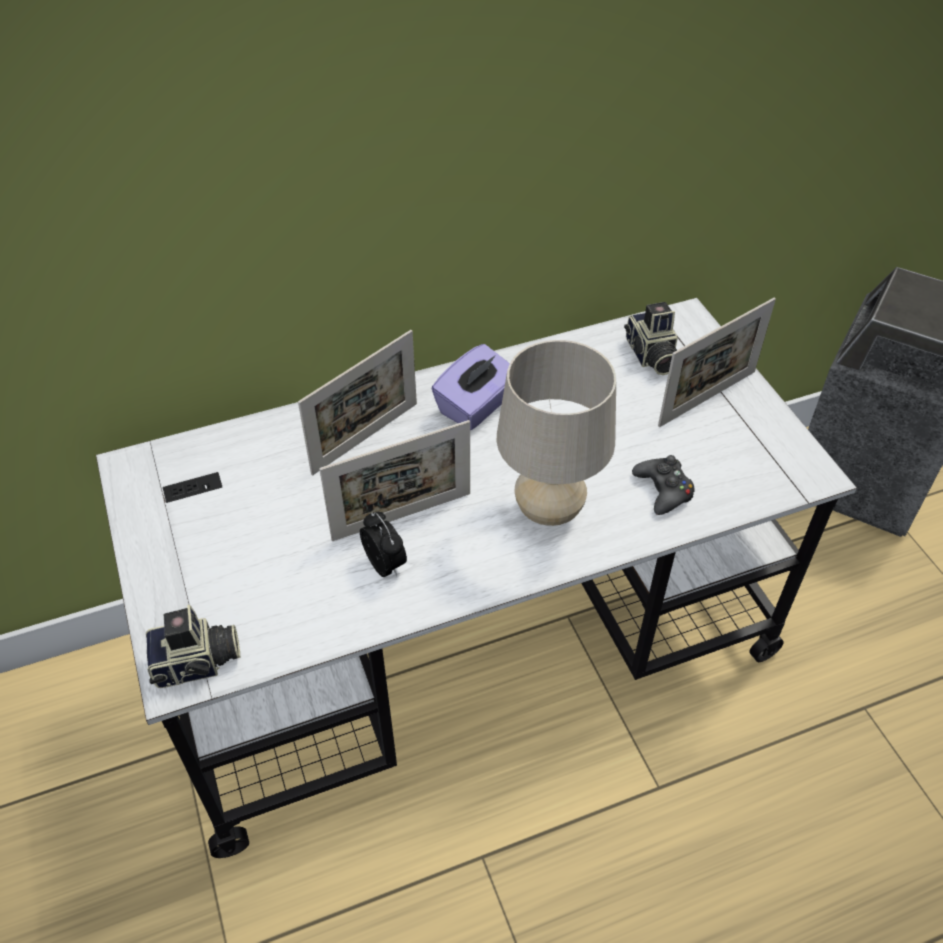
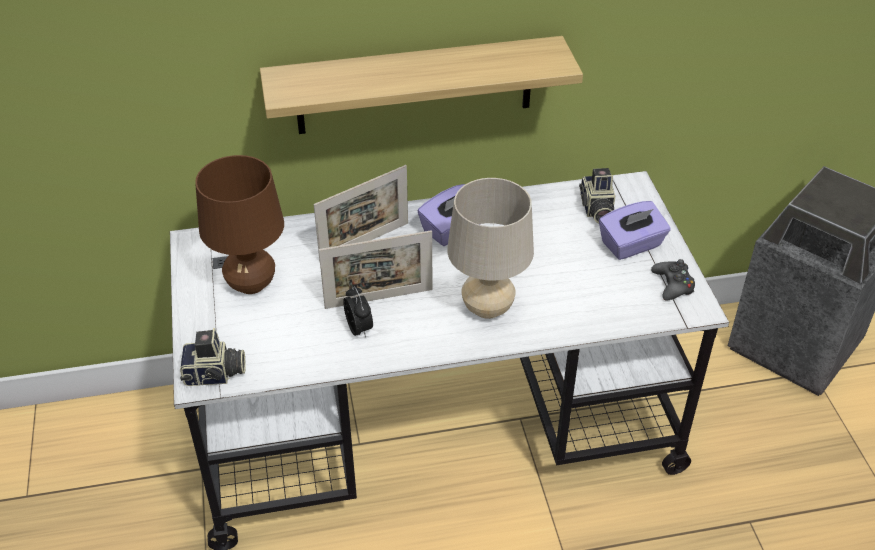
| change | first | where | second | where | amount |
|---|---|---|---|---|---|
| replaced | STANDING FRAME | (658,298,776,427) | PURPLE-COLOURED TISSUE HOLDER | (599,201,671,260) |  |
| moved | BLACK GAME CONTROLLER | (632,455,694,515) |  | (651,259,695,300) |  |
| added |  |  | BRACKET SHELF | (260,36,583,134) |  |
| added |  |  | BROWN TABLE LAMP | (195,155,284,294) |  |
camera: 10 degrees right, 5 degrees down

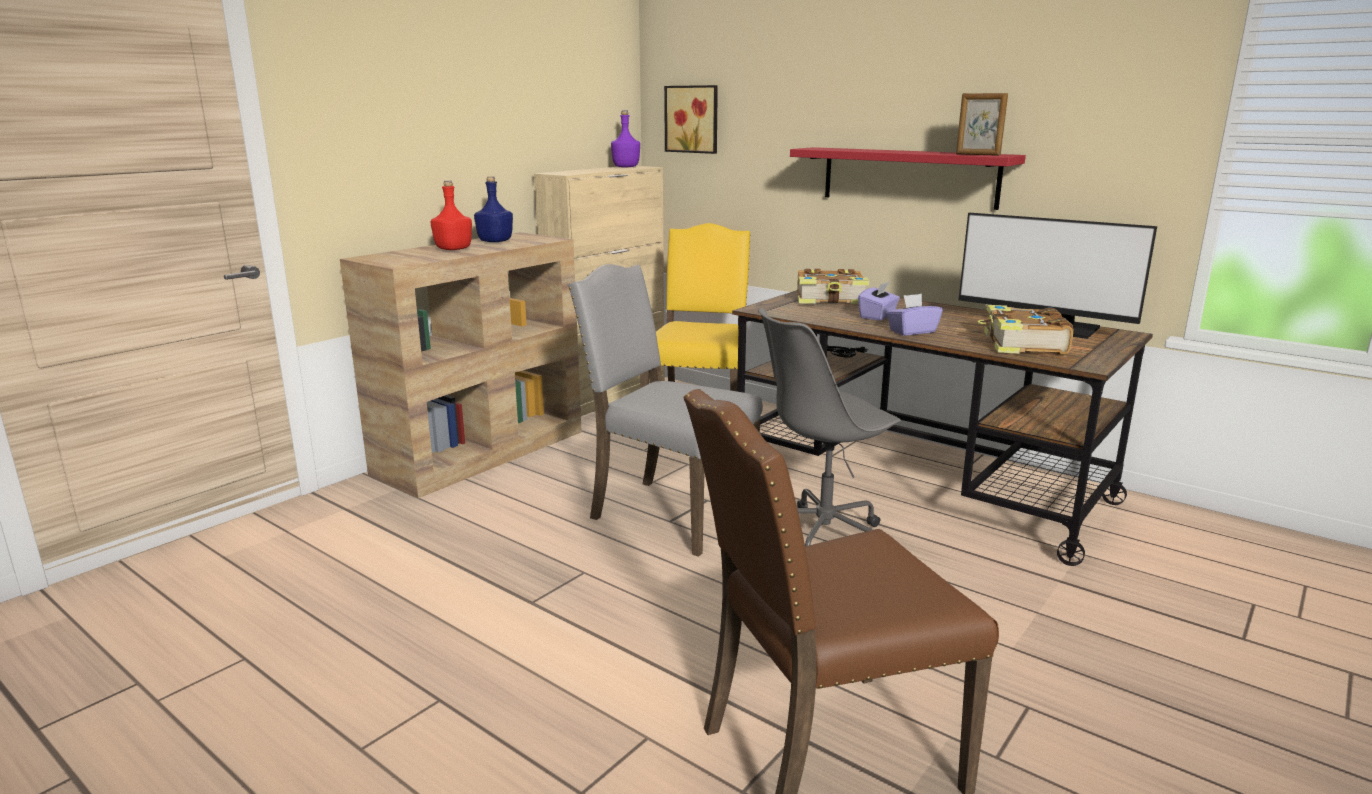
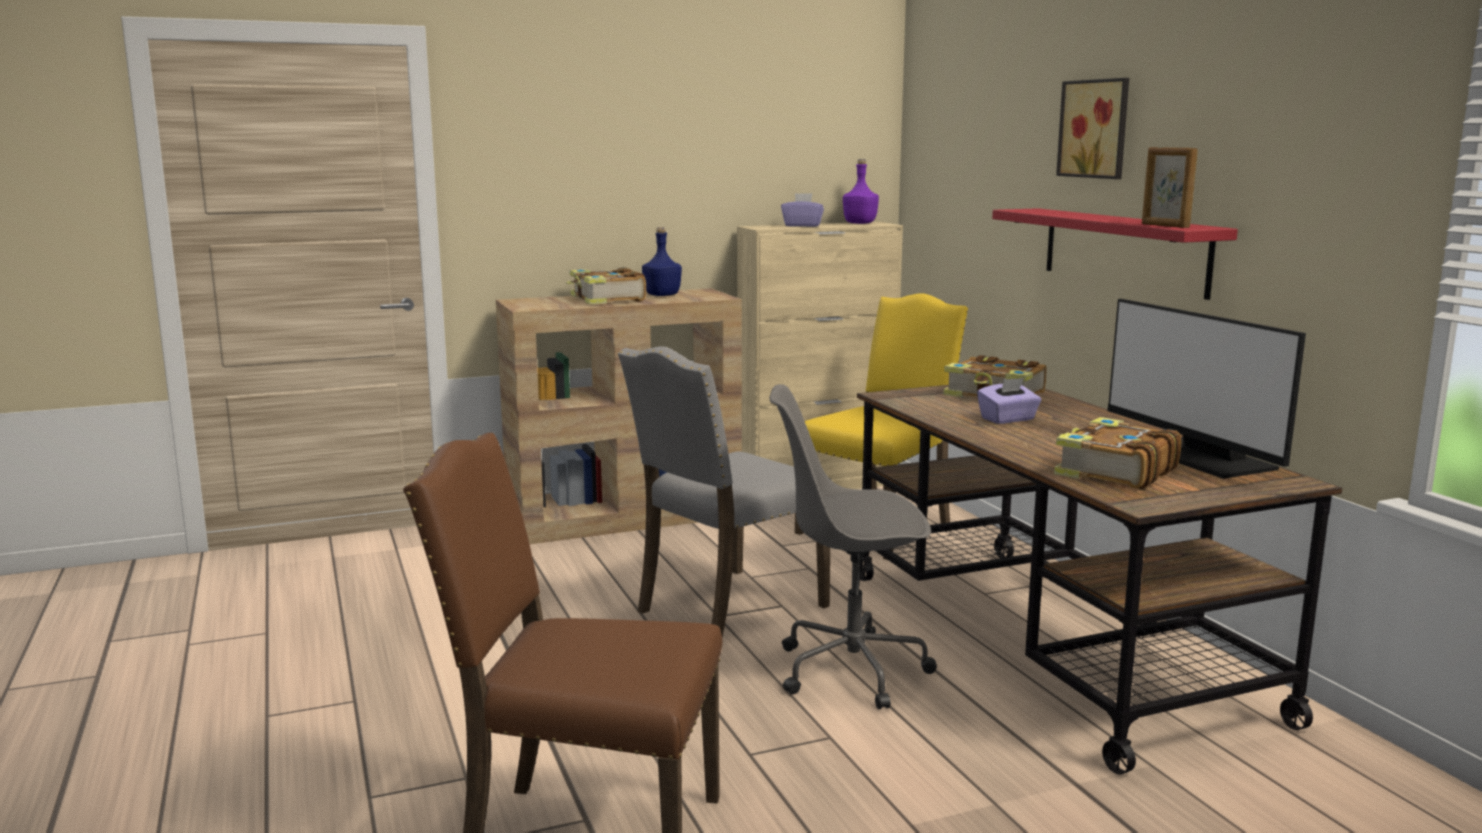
| change | first | where | second | where | amount |
|---|---|---|---|---|---|
| moved | WALL ART | (664,85,718,154) |  | (1056,78,1129,179) |  |
| replaced | RED-COLOURED BEVERAGE BOTTLE | (430,180,472,250) | BOOK | (566,267,646,304) |  |
| turned | GRAY UPRIGHT CHAIR | (568,264,763,556) |  | (618,346,832,638) | 105 degrees counterclockwise |
| moved | PURPLE-COLOURED TISSUE HOLDER | (886,294,943,336) |  | (781,193,824,227) |  |
camera: 30 degrees right, 5 degrees down

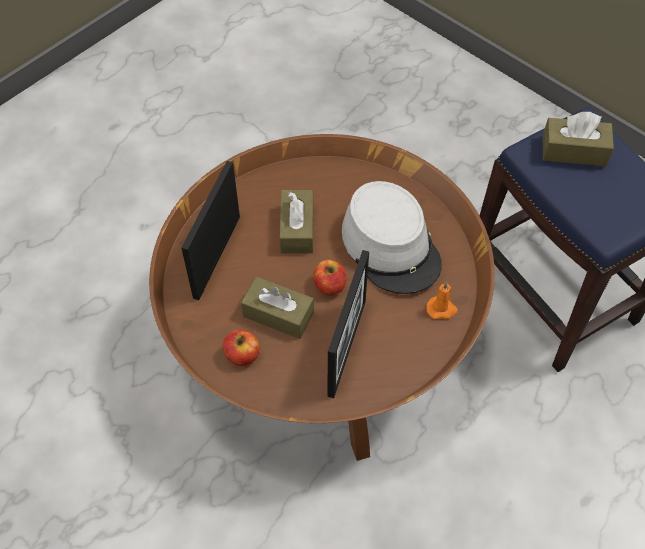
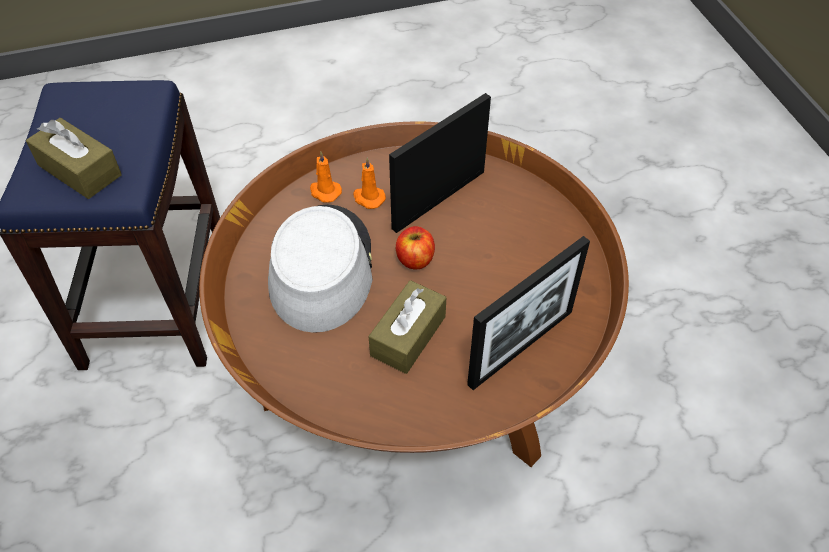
| change | first | where | second | where | amount |
|---|---|---|---|---|---|
| removed | BROWN TISSUE HOLDER | (241,276,314,339) |  |  |  |
| removed | WHOLE APPLE | (223,330,260,366) |  |  |  |
| added |  |  | ORANGEY CANDLE | (353,158,386,209) |  |
camera: 150 degrees left, 5 degrees down

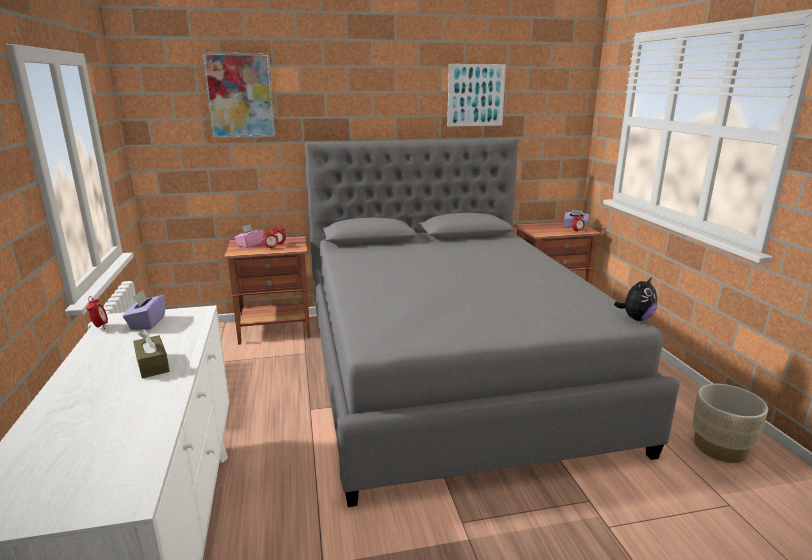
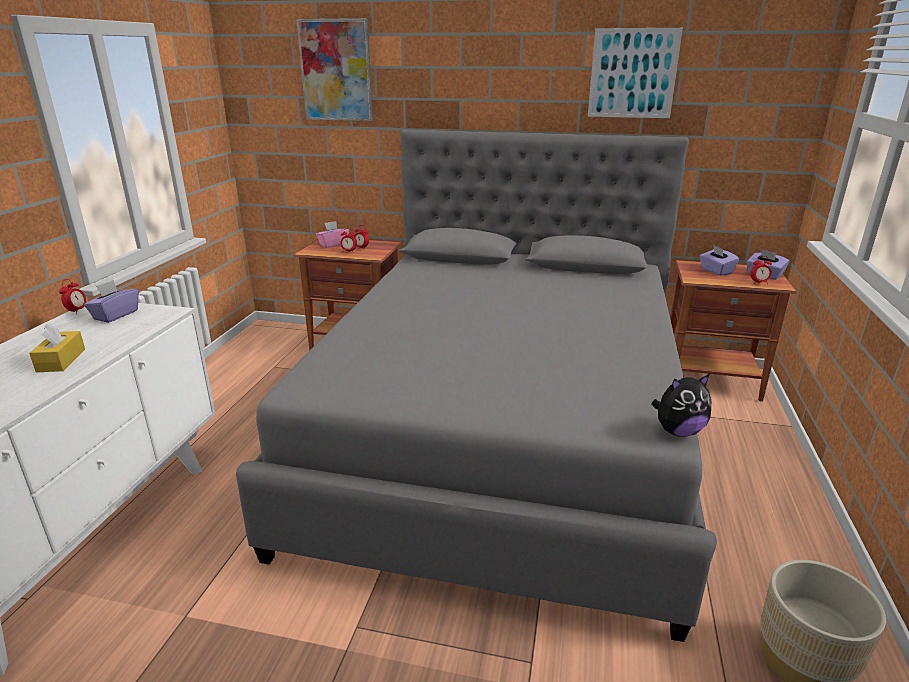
| change | first | where | second | where | amount |
|---|---|---|---|---|---|
| recoloured | BROWN TISSUE HOLDER | (133,329,170,378) | YELLOW-COLOURED TISSUE HOLDER | (29,322,85,372) |  |
| added |  |  | PURPLE-COLOURED TISSUE HOLDER | (699,245,739,276) |  |
camera: 25 degrees right, 5 degrees up

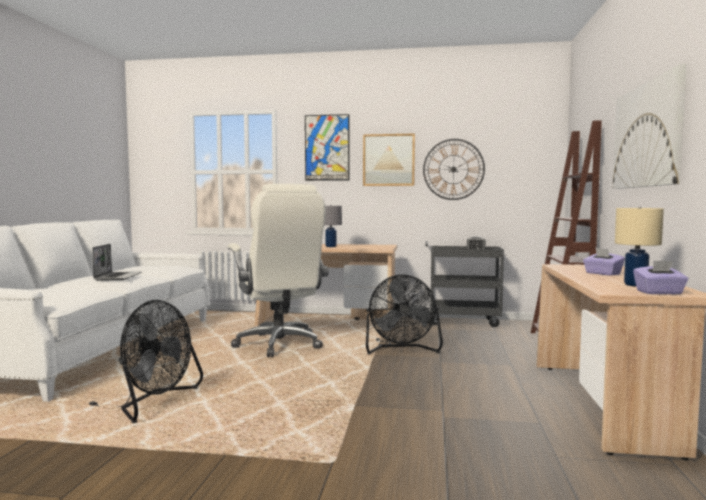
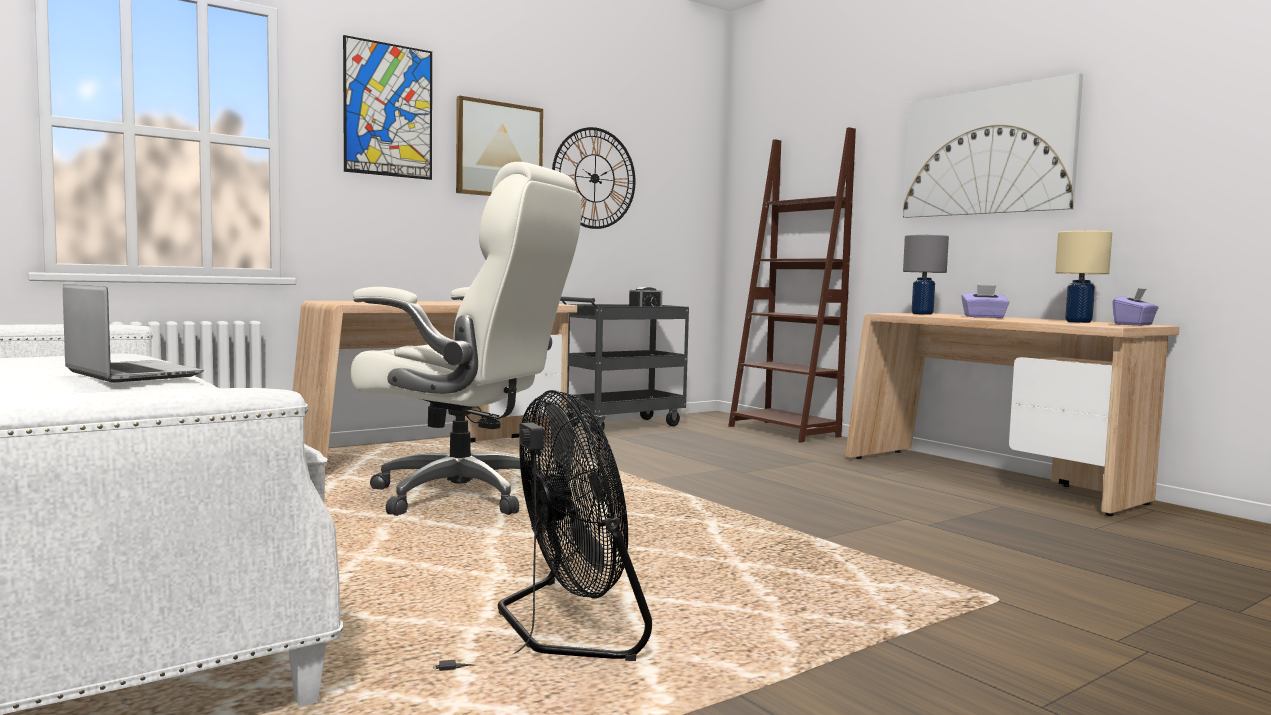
| change | first | where | second | where | amount |
|---|---|---|---|---|---|
| moved | GRAY TABLE LAMP | (324,205,342,247) |  | (903,234,949,315) |  |
| removed | BLACK ELECTRIC FAN | (366,275,443,355) |  |  |  |
camera: 45 degrees left, 0 degrees up

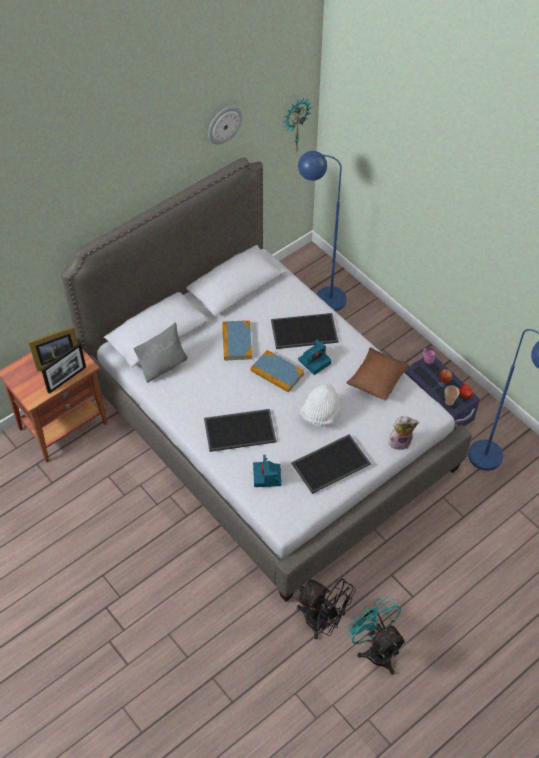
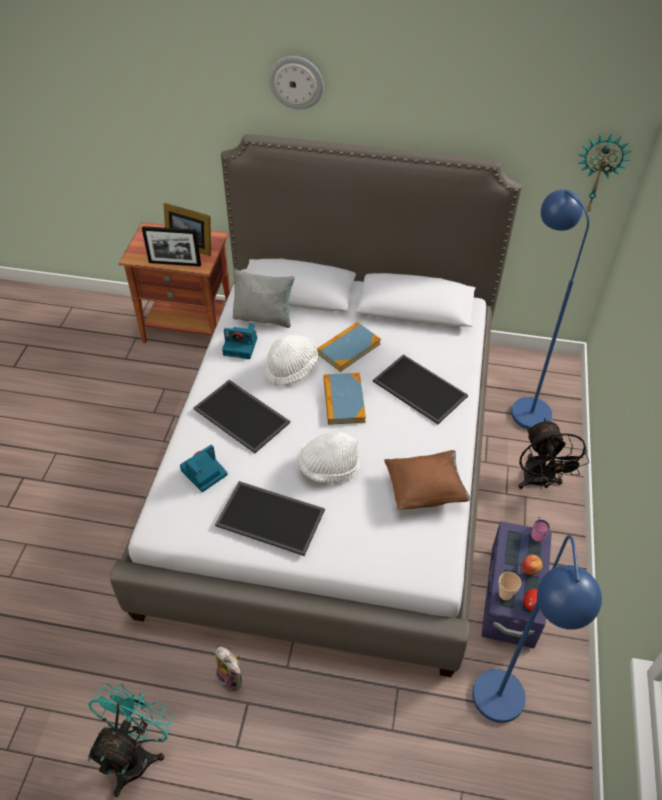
| change | first | where | second | where | amount |
|---|---|---|---|---|---|
| moved | WALL CLOCK | (208,106,243,145) |  | (269,56,324,110) |  |
| moved | PHOTO CAMERA | (298,340,331,375) |  | (222,323,257,359) |  |
| moved | CUDDLY TOY | (389,416,419,450) |  | (215,647,242,692) |  |
| moved | BLACK ELECTRIC FAN | (296,578,356,639) |  | (518,418,589,489) |  |
| added |  |  | WHITE WEARABLE HAT | (266,335,318,386) |  |
camera: 50 degrees right, 5 degrees down

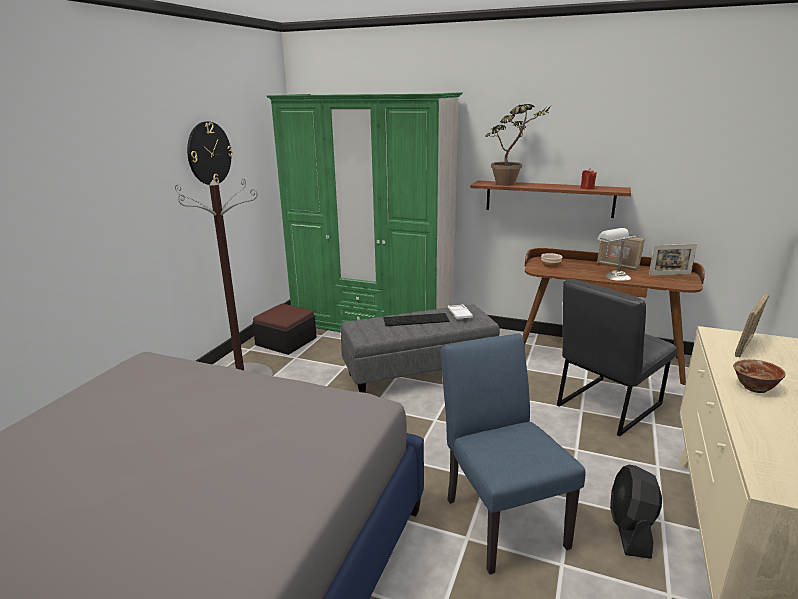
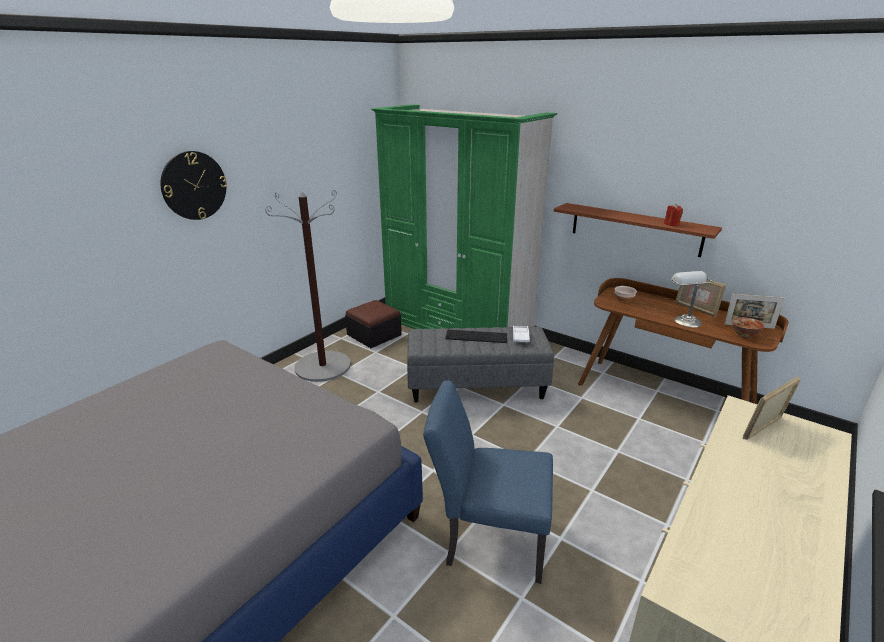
| change | first | where | second | where | amount |
|---|---|---|---|---|---|
| removed | PLANT IN A POT | (486,104,551,186) |  |  |  |
| moved | WALL CLOCK | (187,122,233,185) |  | (160,151,227,220) |  |
| removed | GRAY UPRIGHT CHAIR | (557,279,677,436) |  |  |  |
| turned | BLUE UPRIGHT CHAIR | (440,333,586,575) |  | (423,380,553,584) | 75 degrees counterclockwise |
| moved | BOWL | (733,360,786,393) |  | (732,317,764,338) |  |
| removed | BLACK ELECTRIC FAN | (610,465,662,559) |  |  |  |
camera: 15 degrees right, 5 degrees up

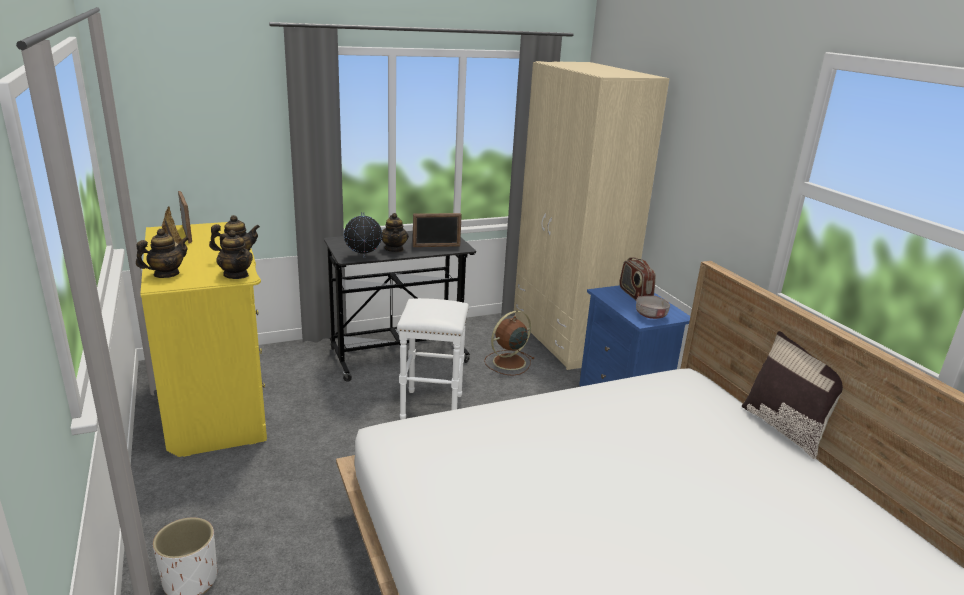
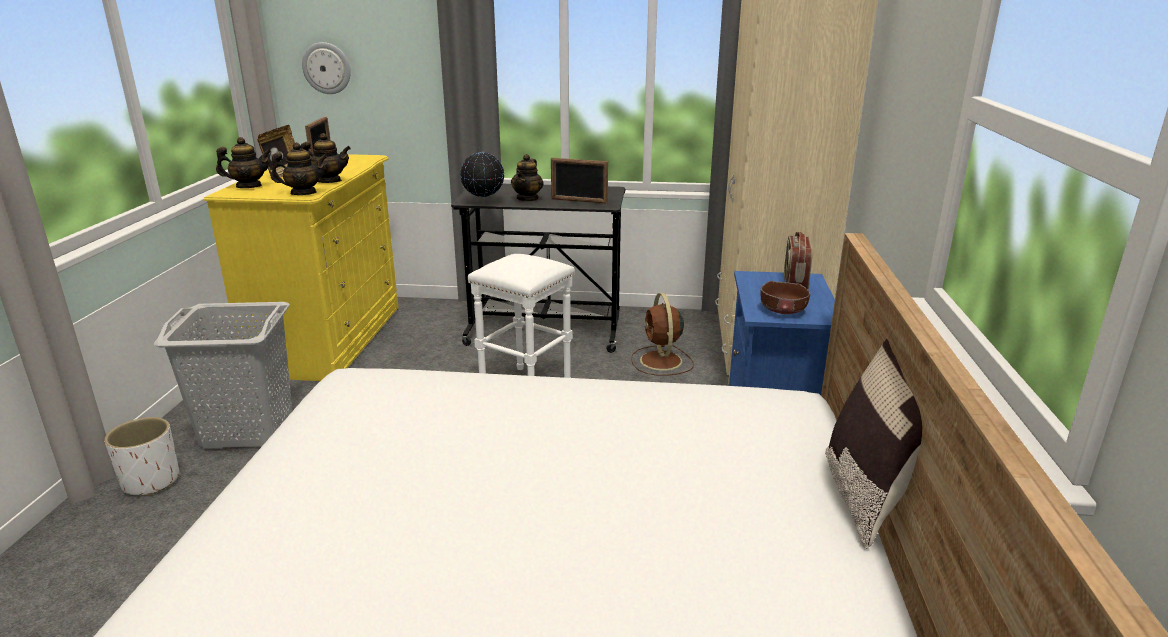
| change | first | where | second | where | amount |
|---|---|---|---|---|---|
| turned | TEA POT | (216,230,253,279) |  | (271,142,327,195) | 90 degrees counterclockwise |
| recoloured | GRAY BOWL | (636,296,670,319) | BROWN BOWL | (761,281,810,314) |  |
| turned | BROWN ELECTRIC FAN | (484,311,535,376) |  | (631,293,694,376) | 90 degrees counterclockwise |
| added |  |  | WALL CLOCK | (302,42,351,94) |  |
| added |  |  | GRAY HAMPER | (154,302,293,448) |  |
camera: 30 degrees right, 0 degrees up

